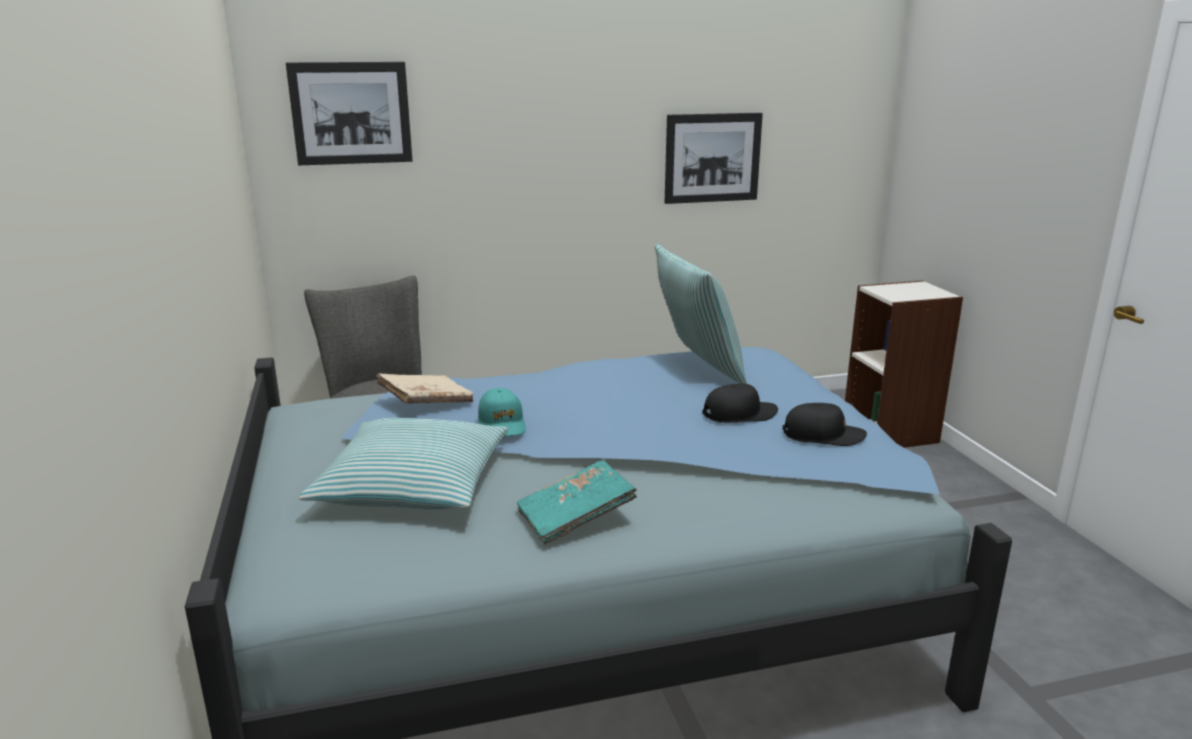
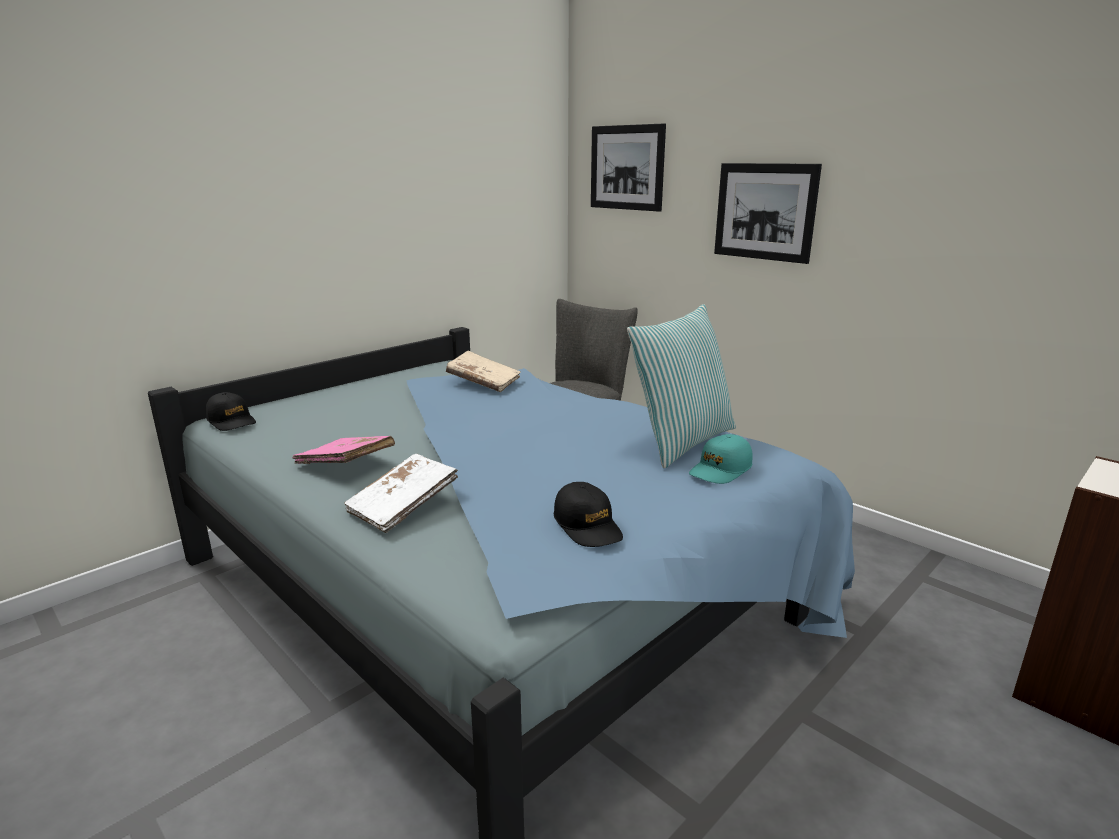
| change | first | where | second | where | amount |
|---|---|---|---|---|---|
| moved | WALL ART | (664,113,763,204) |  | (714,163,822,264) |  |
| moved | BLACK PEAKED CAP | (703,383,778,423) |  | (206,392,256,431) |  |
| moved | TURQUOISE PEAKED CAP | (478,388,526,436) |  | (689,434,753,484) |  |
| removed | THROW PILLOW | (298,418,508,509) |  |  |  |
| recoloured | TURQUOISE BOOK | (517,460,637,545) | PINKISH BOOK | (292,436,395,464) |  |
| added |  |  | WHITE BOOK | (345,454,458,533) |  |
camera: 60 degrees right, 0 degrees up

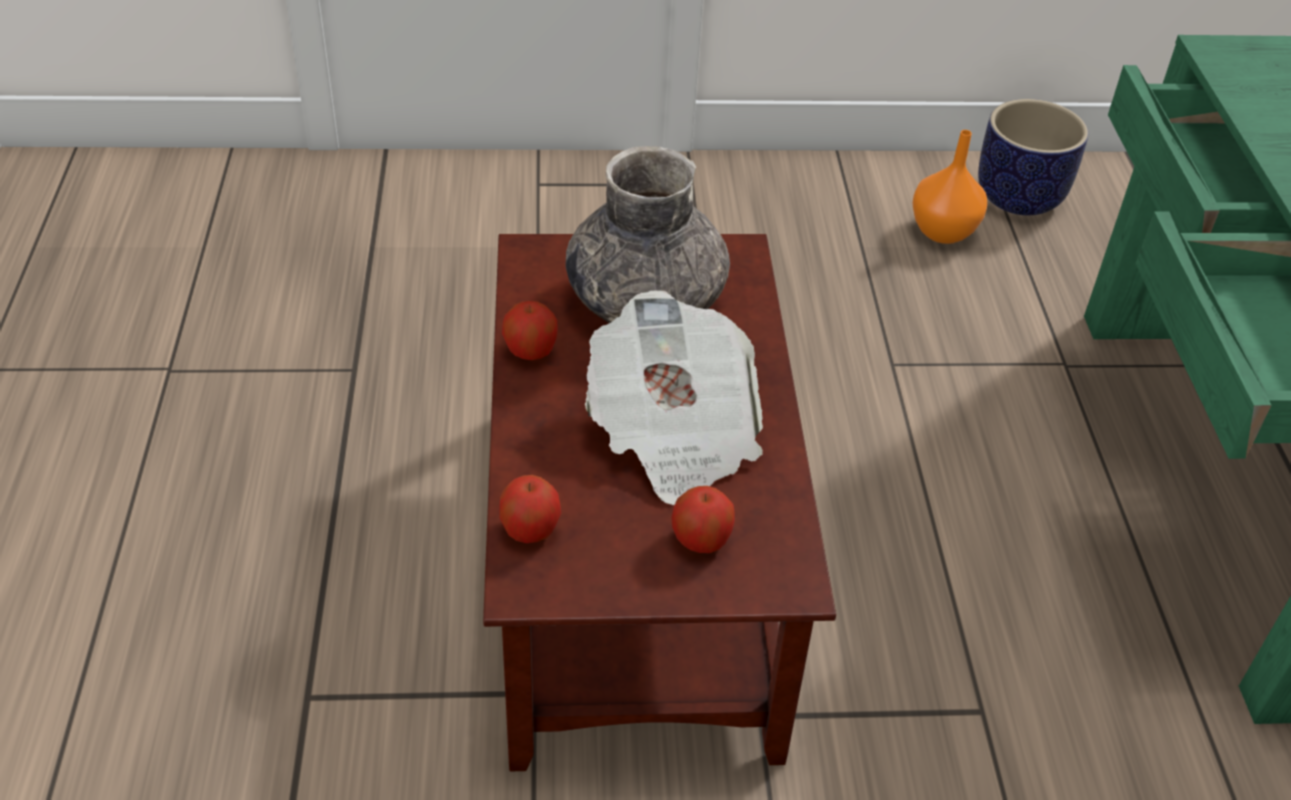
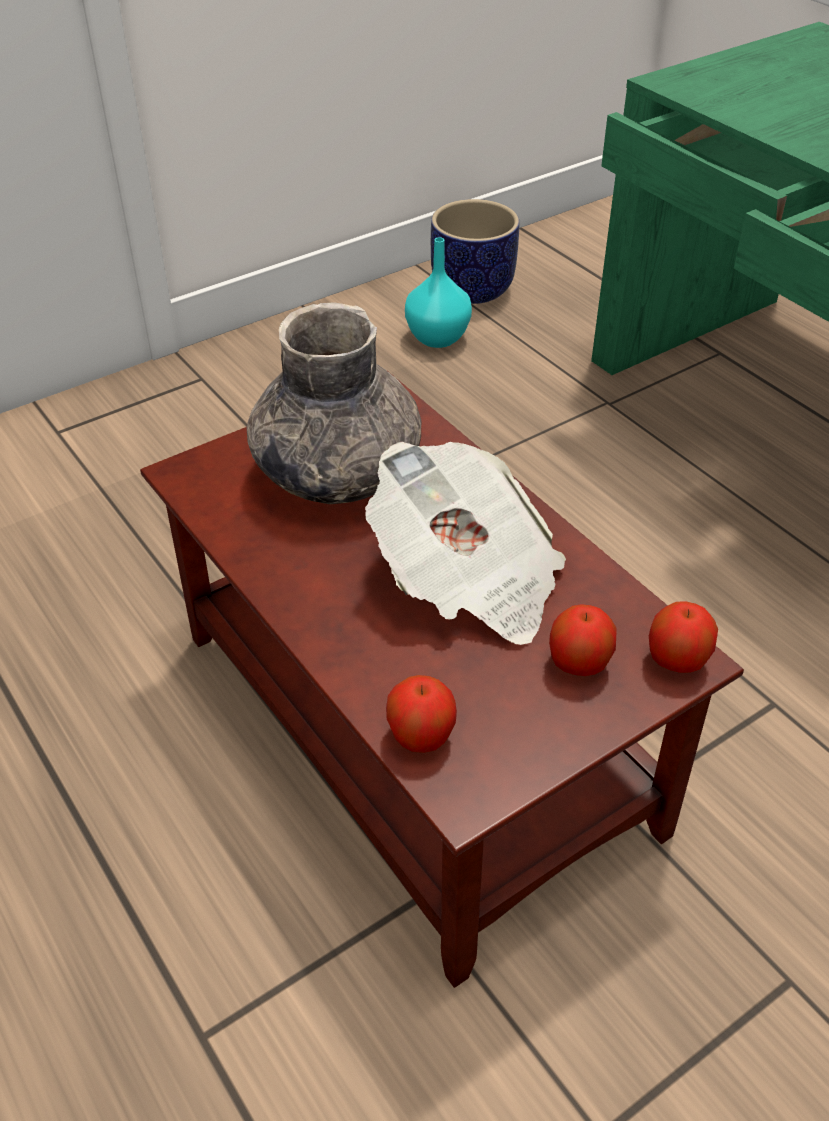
| change | first | where | second | where | amount |
|---|---|---|---|---|---|
| recoloured | ORANGEY VASE | (912,130,987,244) | TURQUOISE VASE | (405,237,472,348) |  |
| moved | WHOLE APPLE | (502,301,558,360) |  | (649,601,718,673) |  |
camera: 30 degrees left, 0 degrees up

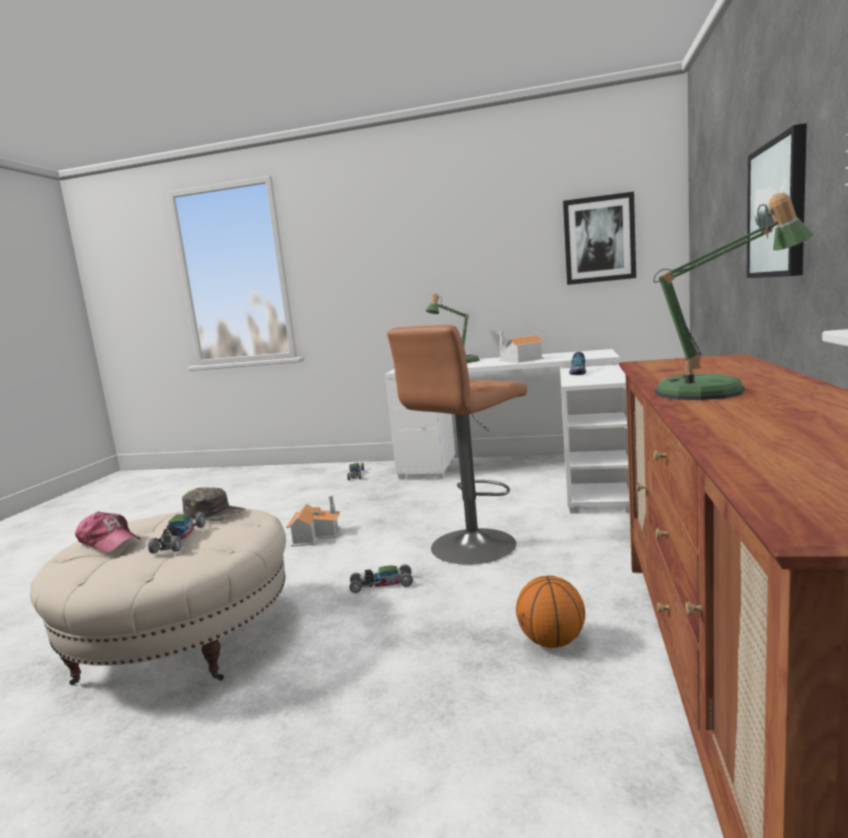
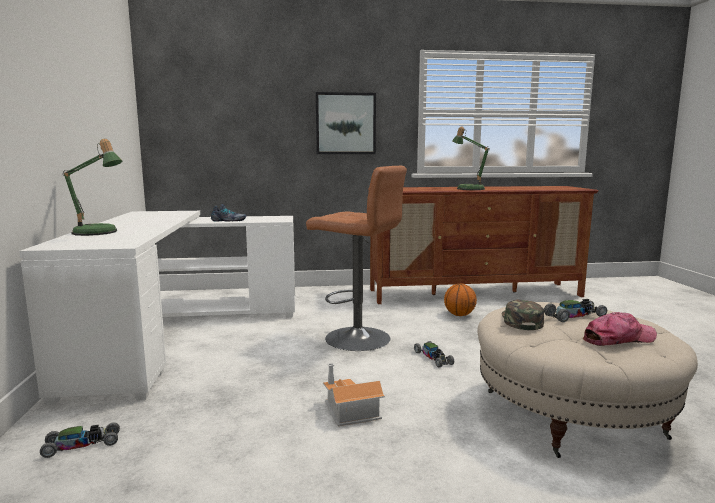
| change | first | where | second | where | amount |
|---|---|---|---|---|---|
| removed | WALL ART | (563,192,636,285) |  |  |  |
| removed | TOY HOUSE | (496,331,545,363) |  |  |  |
| turned | PEAKED CAP | (75,511,141,553) |  | (583,312,657,346) | 60 degrees clockwise |
camera: 110 degrees left, 0 degrees up

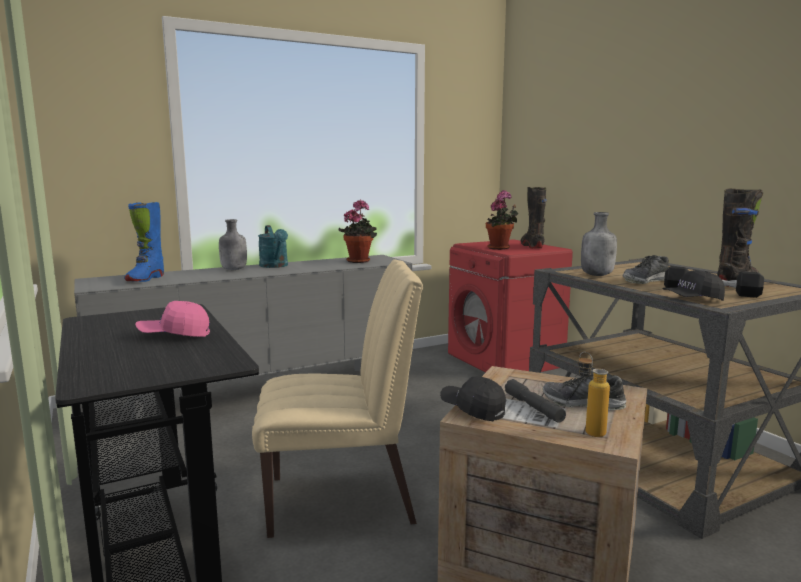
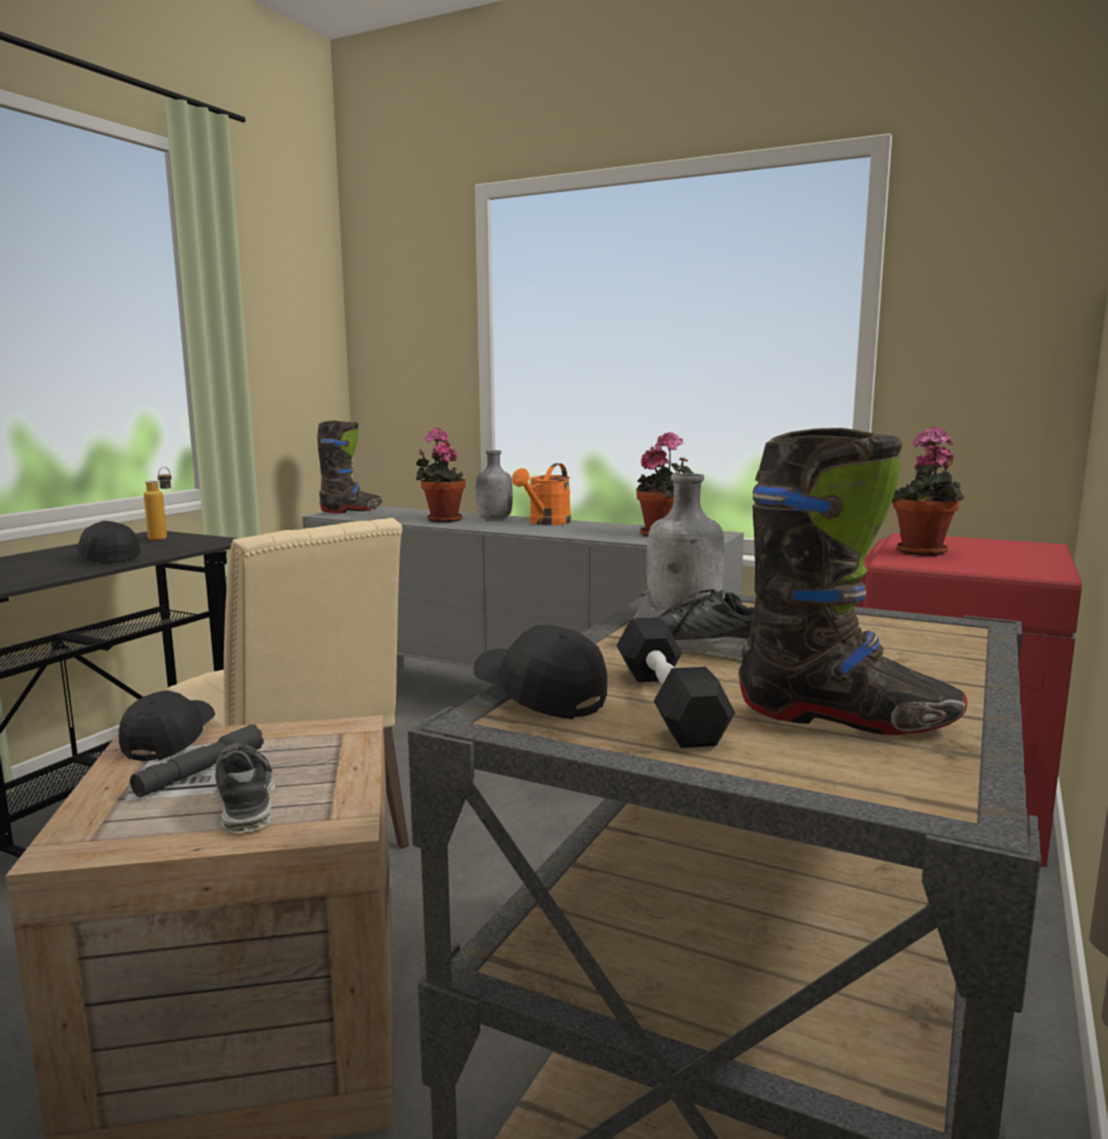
| change | first | where | second | where | amount |
|---|---|---|---|---|---|
| moved | BLACK TALL BOOT | (521,187,547,248) |  | (317,421,382,514) |  |
| removed | BLUE TALL BOOT | (124,202,164,282) |  |  |  |
| recoloured | TURQUOISE WATERING POT | (258,225,288,268) | ORANGEY WATERING POT | (512,463,571,525) |  |
| recoloured | PINKISH PEAKED CAP | (135,301,210,337) | BLACK PEAKED CAP | (76,521,141,564) |  |
| moved | BEVERAGE BOTTLE | (578,352,610,437) |  | (144,467,172,540) |  |
| added |  |  | PLANT IN A POT | (416,428,466,522) |  |
camera: 55 degrees right, 0 degrees up

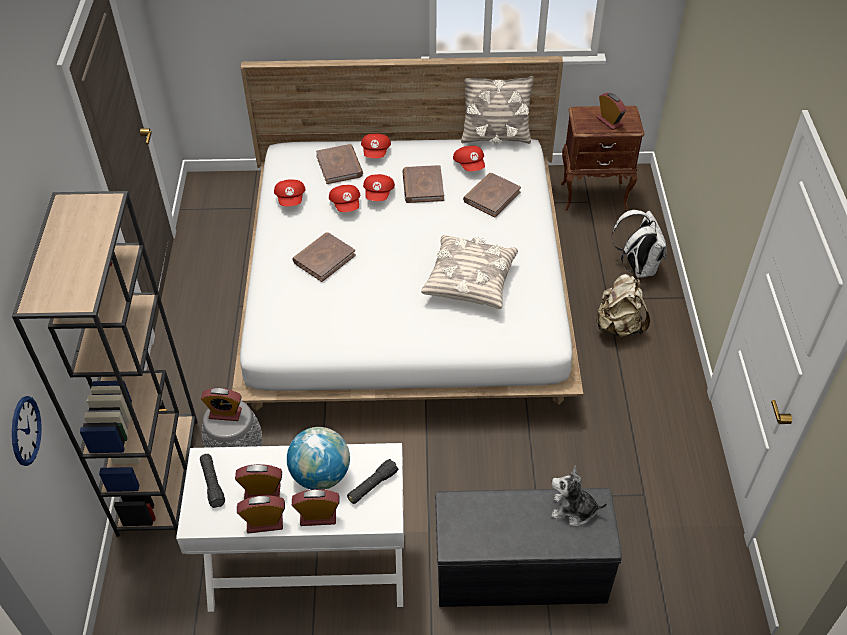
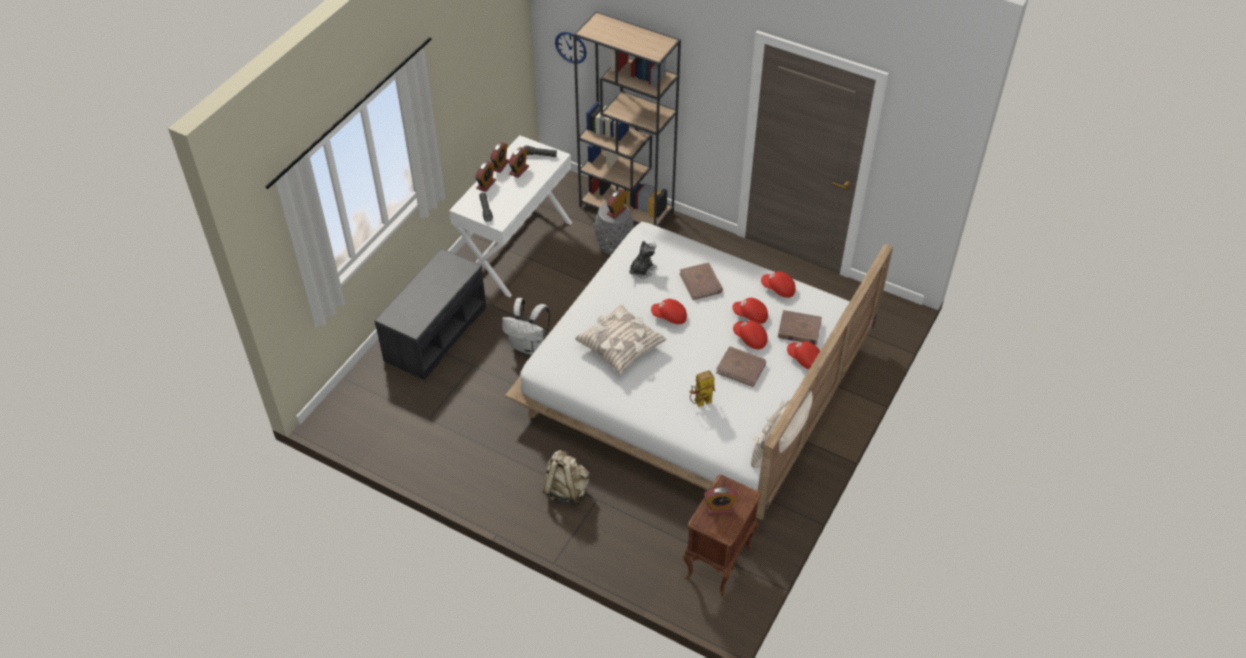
| change | first | where | second | where | amount |
|---|---|---|---|---|---|
| moved | RED-COLOURED PEAKED CAP | (453,146,485,171) |  | (651,299,687,324) |  |
| replaced | BROWN BOOK | (463,173,521,217) | MODEL ROBOT | (690,370,715,407) |  |
| moved | WHITE BACKPACK | (611,210,667,278) |  | (502,298,550,355) |  |
| removed | GLOBE | (287,427,350,490) |  |  |  |
| moved | CUDDLY TOY | (551,466,607,526) |  | (629,241,657,279) |  |
camera: 120 degrees right, 0 degrees up

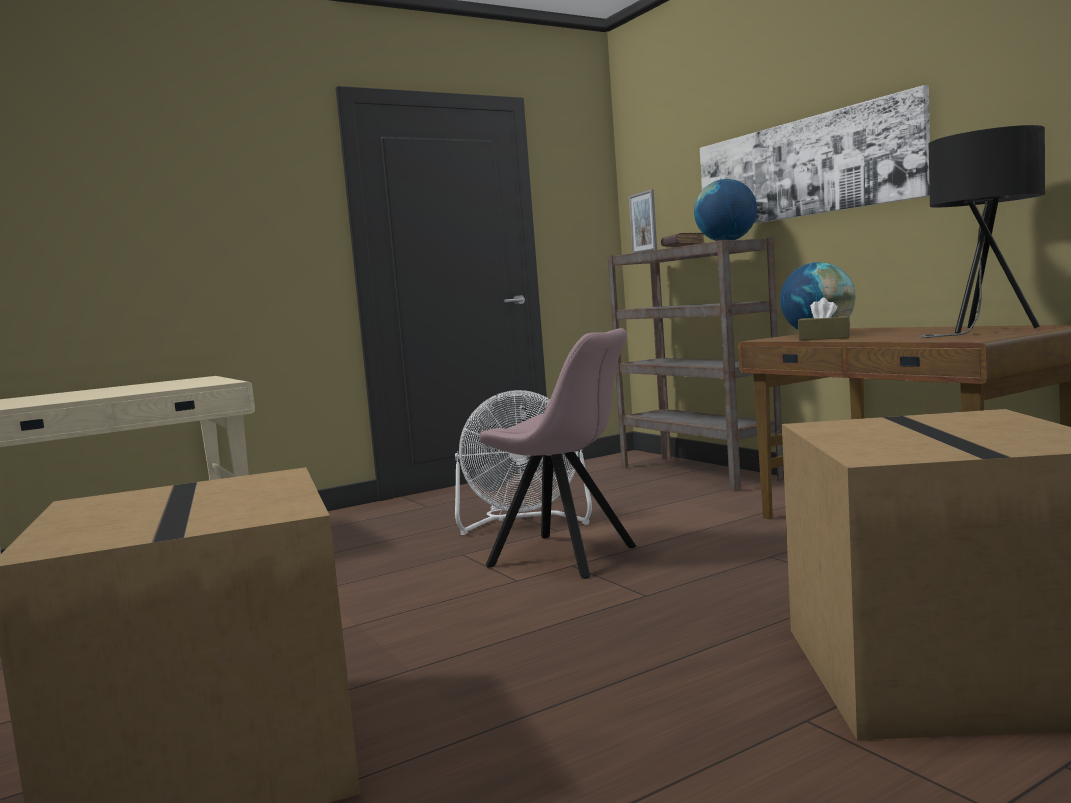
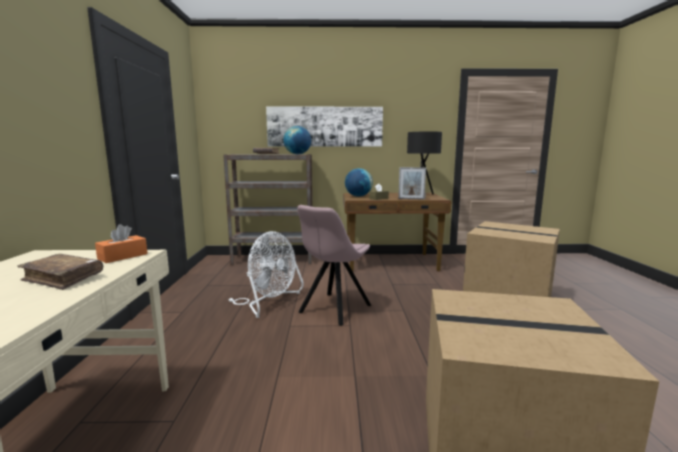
| change | first | where | second | where | amount |
|---|---|---|---|---|---|
| moved | STANDING FRAME | (629,189,657,253) |  | (398,167,426,200) |  |
| turned | PINKISH UPRIGHT CHAIR | (479,328,636,579) |  | (297,205,371,326) | 150 degrees clockwise |
| added |  |  | ORANGEY TISSUE HOLDER | (95,224,148,263) |  |
| added |  |  | BROWN BOOK | (17,254,103,290) |  |
camera: 60 degrees left, 5 degrees up

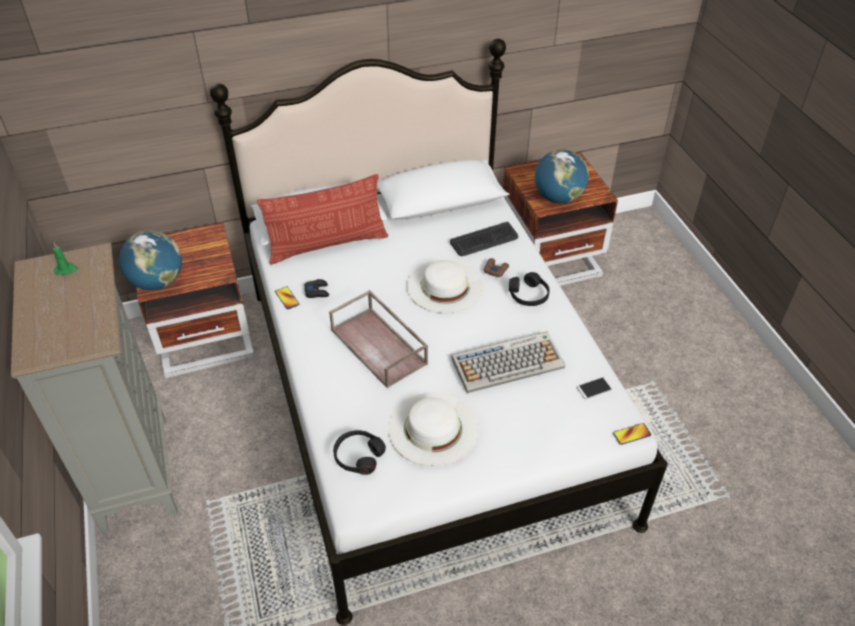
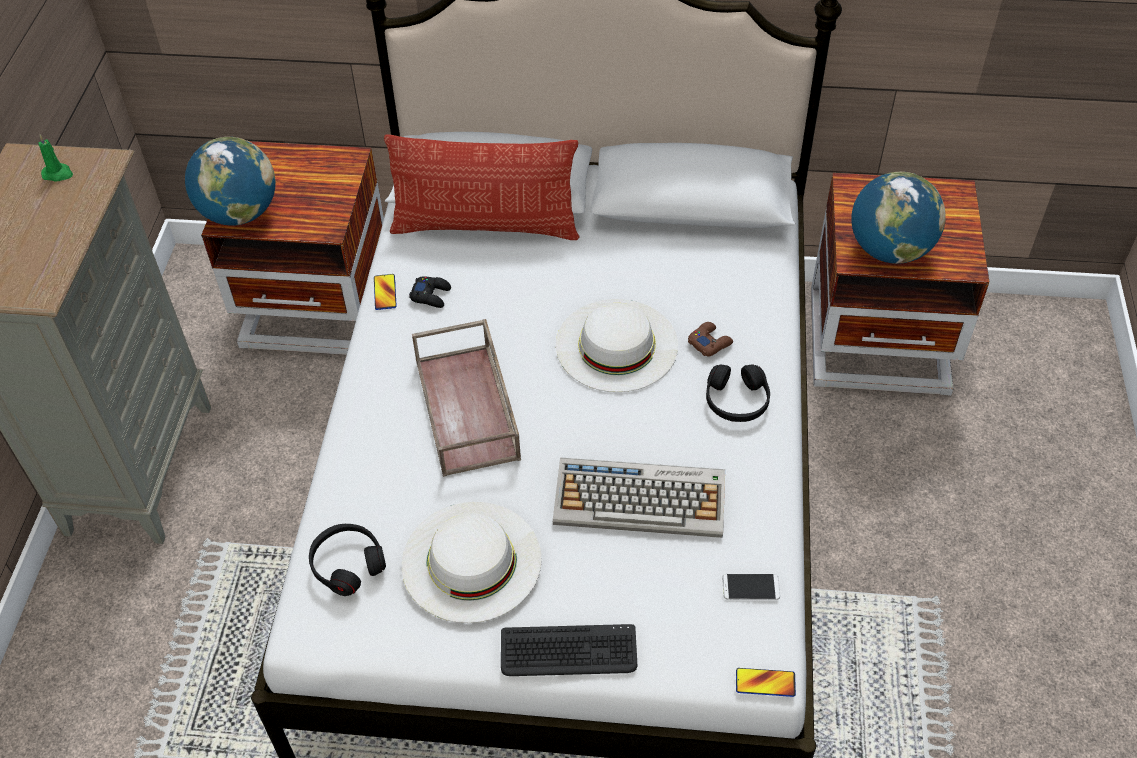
| change | first | where | second | where | amount |
|---|---|---|---|---|---|
| moved | COMPUTER KEYBOARD | (450,222,518,256) |  | (501,624,637,676) |  |
camera: 25 degrees right, 5 degrees up

